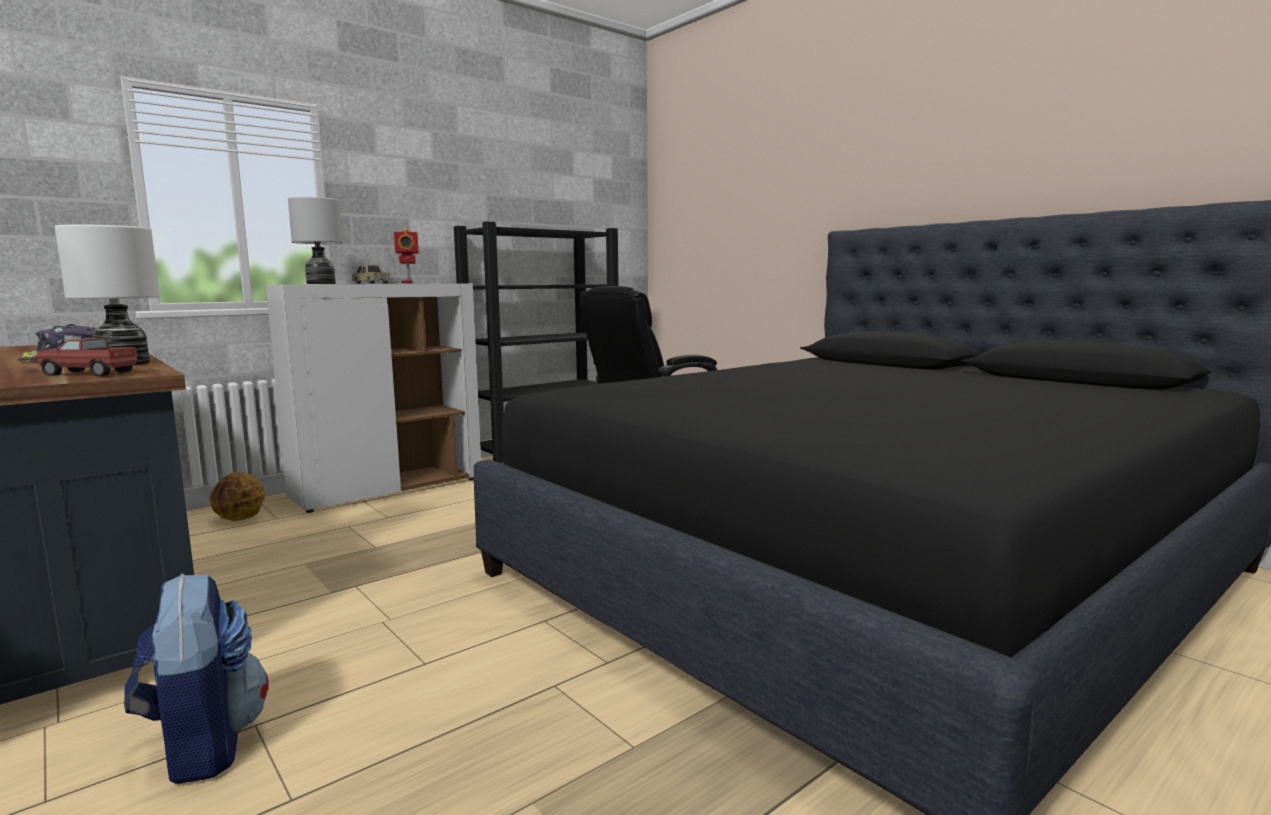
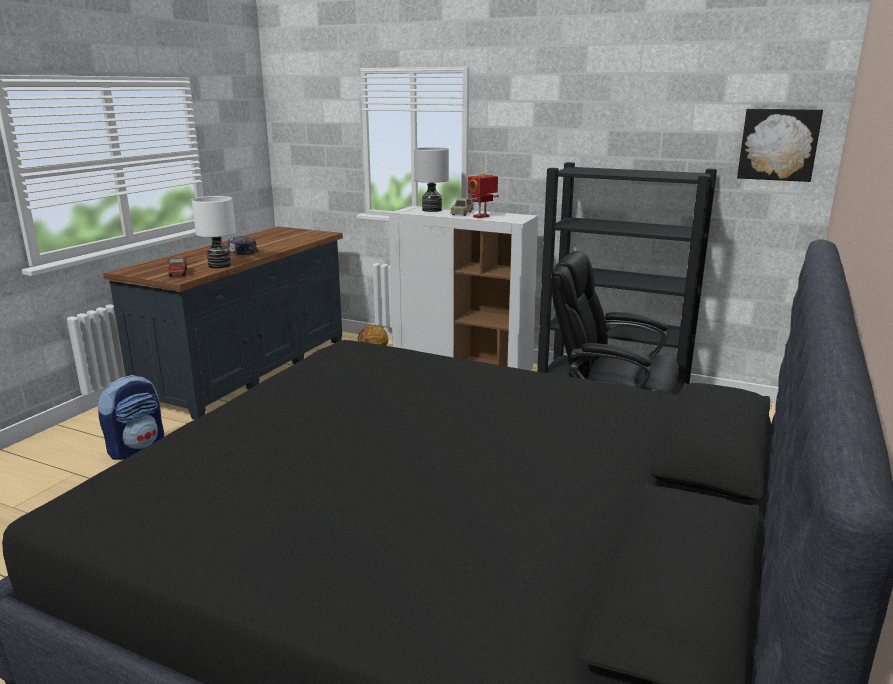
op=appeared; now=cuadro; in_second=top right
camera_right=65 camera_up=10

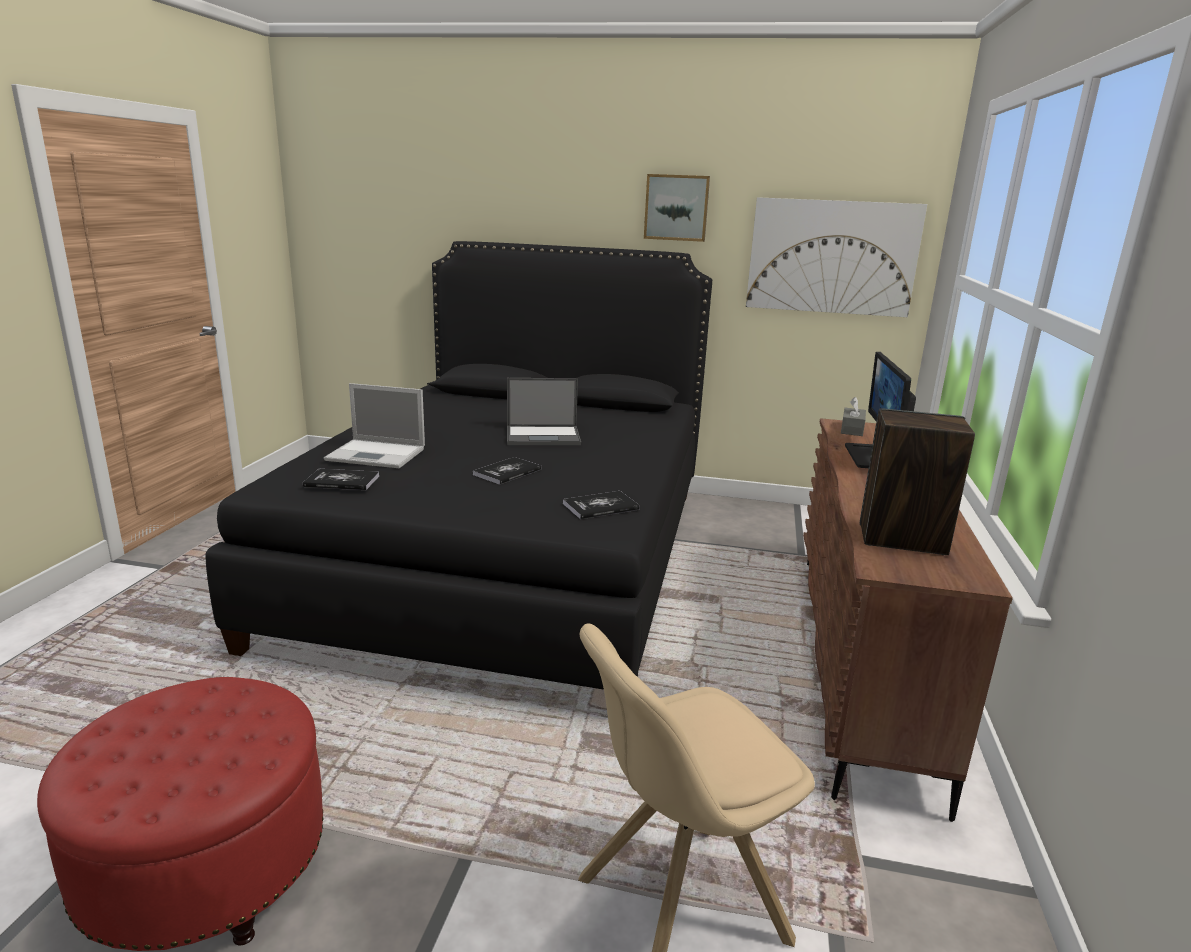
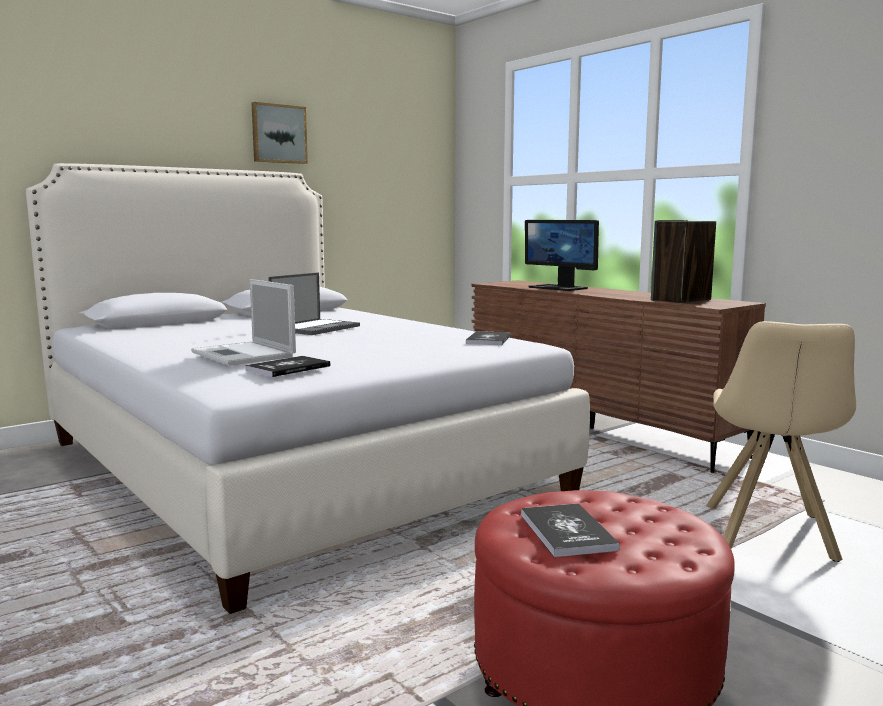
op=colour; was=cama [negro]; now=cama [blanco]; in_first=centre; in_second=centre
op=spun; was=portátil (no. 1 from left); in_first=middle left; in_second=middle left; clockwise=90
op=relocated; was=libro (no. 2 from left in the first image); now=libro (no. 3 from left); in_first=centre; in_second=bottom centre
op=missing; was=cuadro (no. 2 from left); in_first=top right
op=missing; was=caja de pañuelos [gris]; in_first=middle right
camera_right=-50 camera_up=-10

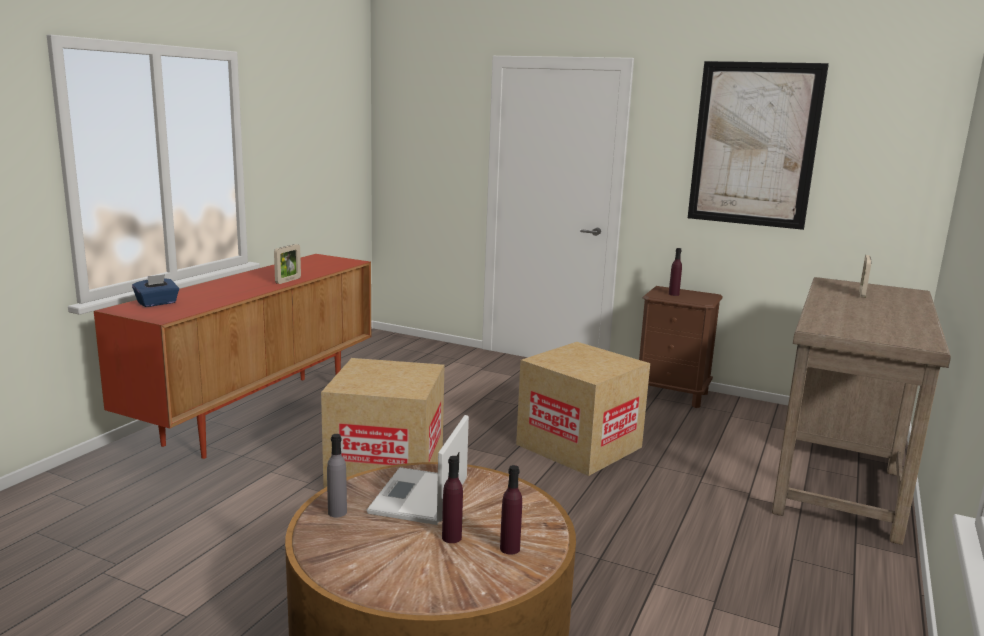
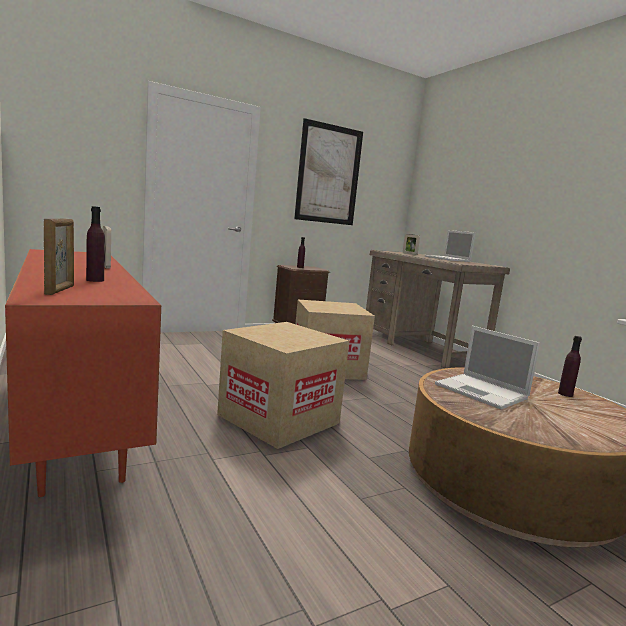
op=exchanged; was=caja de pañuelos [azul]; now=portarretratos (no. 1 from left); in_first=middle left; in_second=middle left
op=missing; was=botella [gris]; in_first=bottom centre
op=relocated; was=botella [morado] (no. 1 from left); in_first=bottom centre; in_second=middle left
op=appeared; now=portátil (no. 1 from left); in_second=middle right
camera_right=-55 camera_up=-5

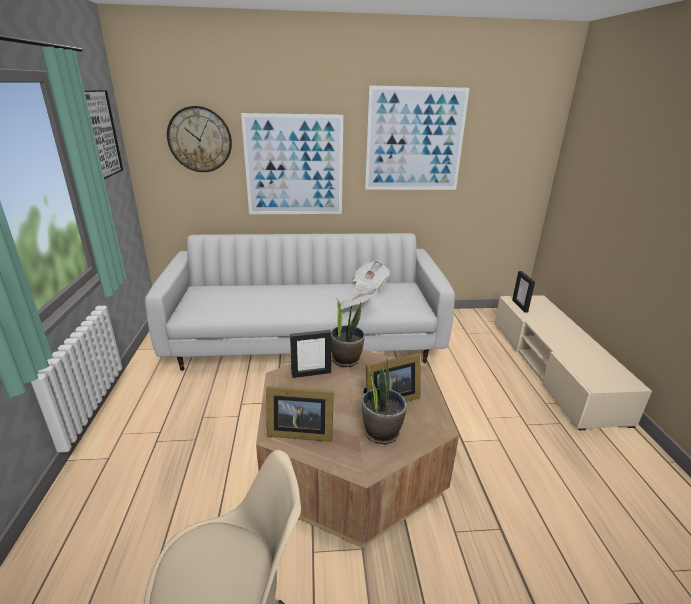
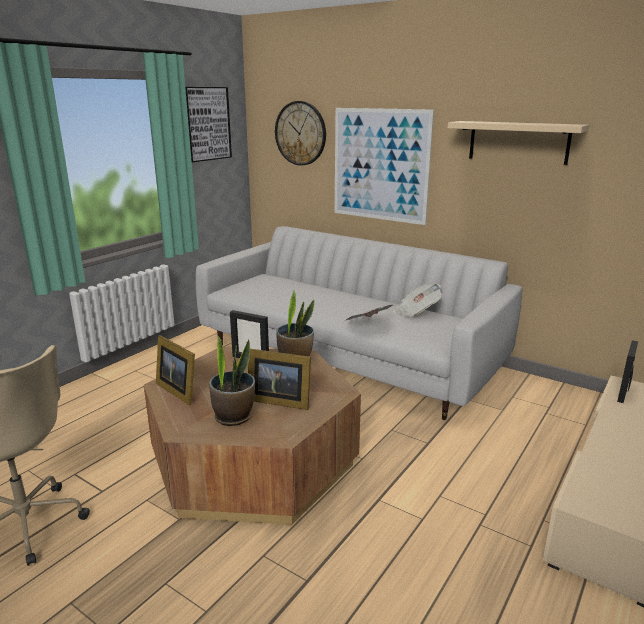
op=exchanged; was=cuadro (no. 3 from left); now=estante [beis]; in_first=top centre; in_second=top right
camera_right=40 camera_up=-5

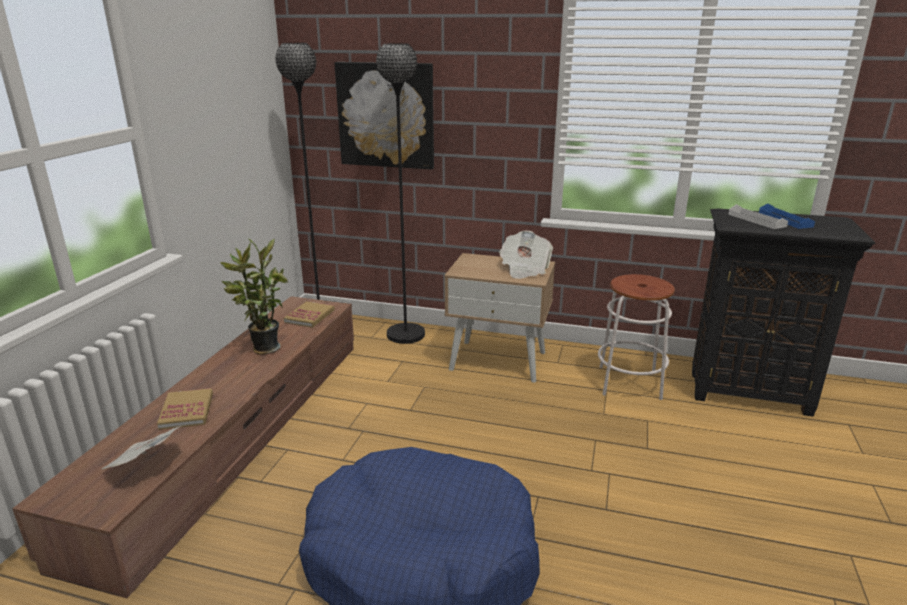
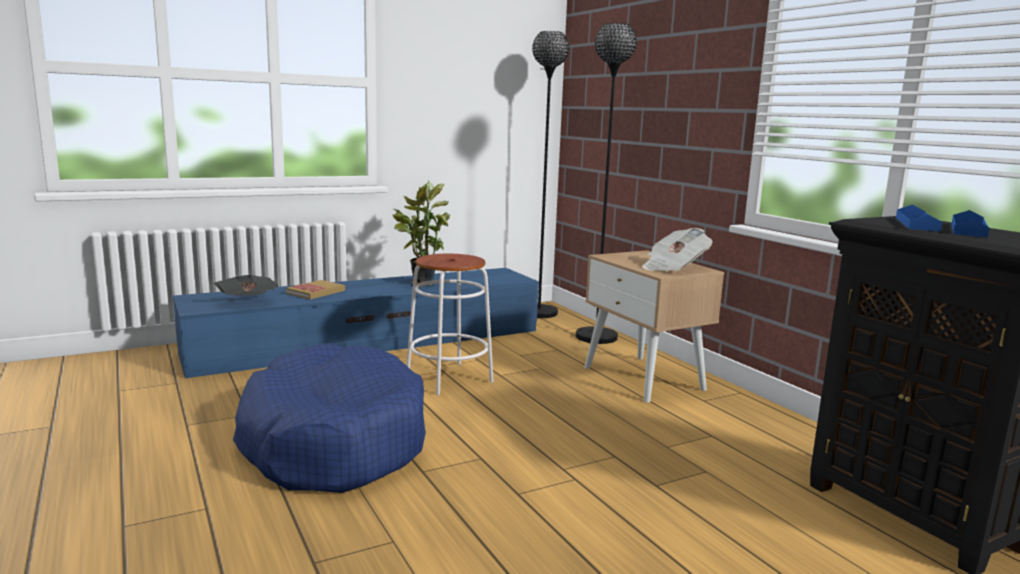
op=colour; was=mueble de televisión [marrón]; now=mueble de televisión [azul]; in_first=bottom left; in_second=centre
op=missing; was=libro (no. 2 from left); in_first=centre
op=missing; was=cuadro; in_first=top centre
op=relocated; was=taburete [blanco]; in_first=middle right; in_second=centre
op=colour; was=bandeja [blanco]; now=bandeja [azul] (no. 1 from left); in_first=middle right; in_second=middle right
camera_right=45 camera_up=-10

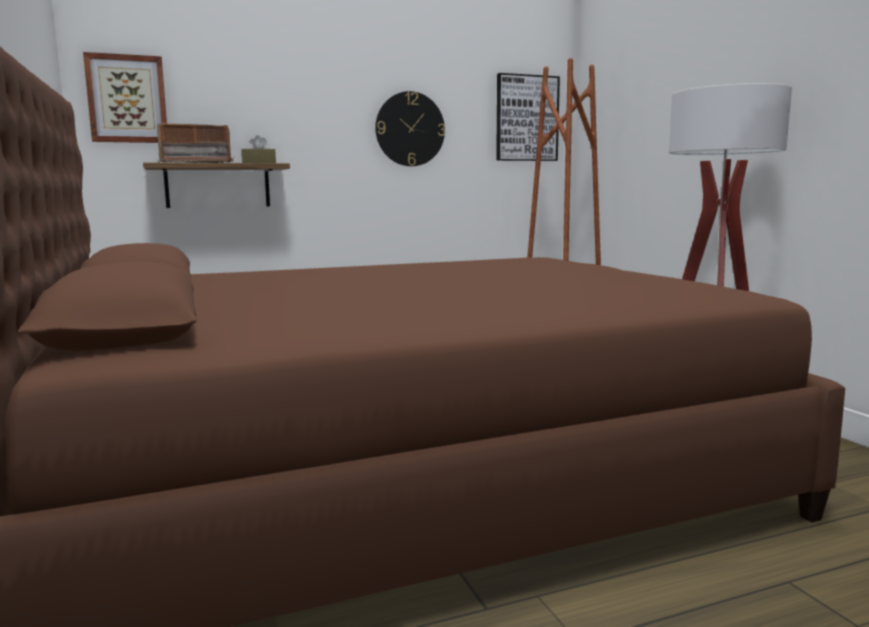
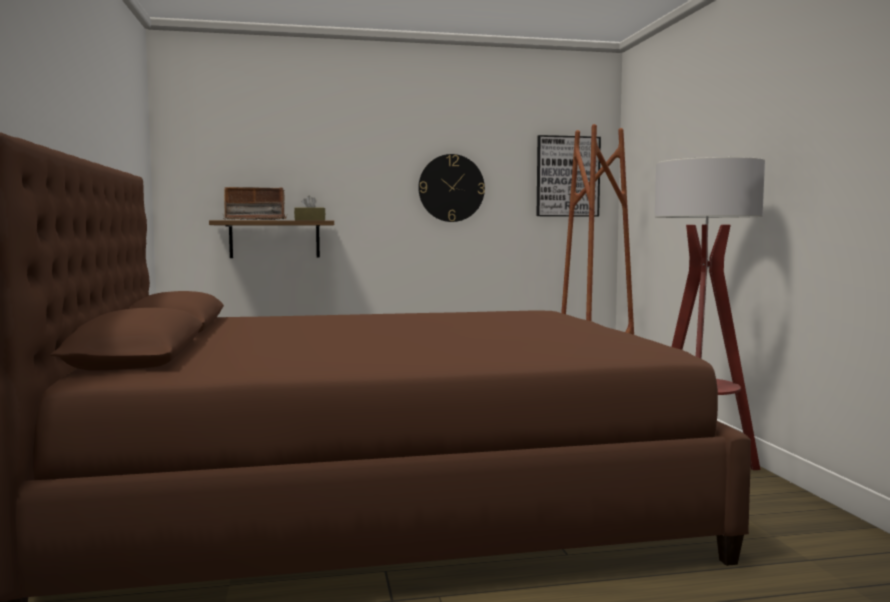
op=missing; was=cuadro (no. 1 from left); in_first=top left
camera_right=10 camera_up=-5

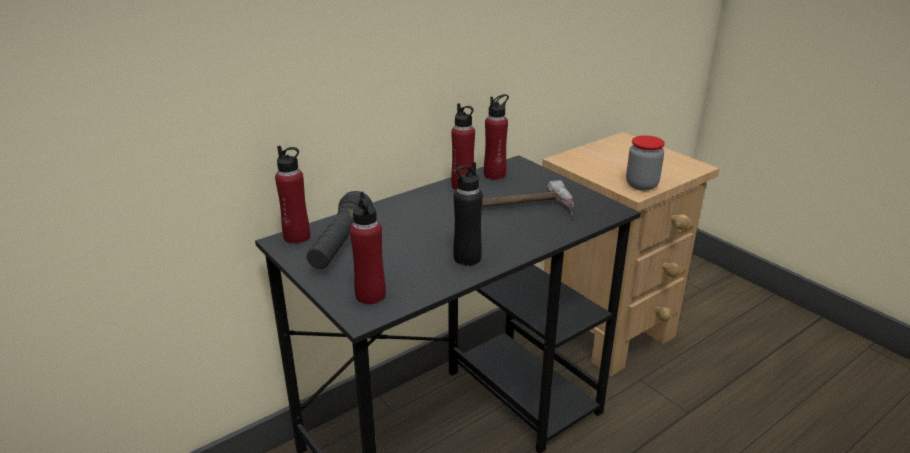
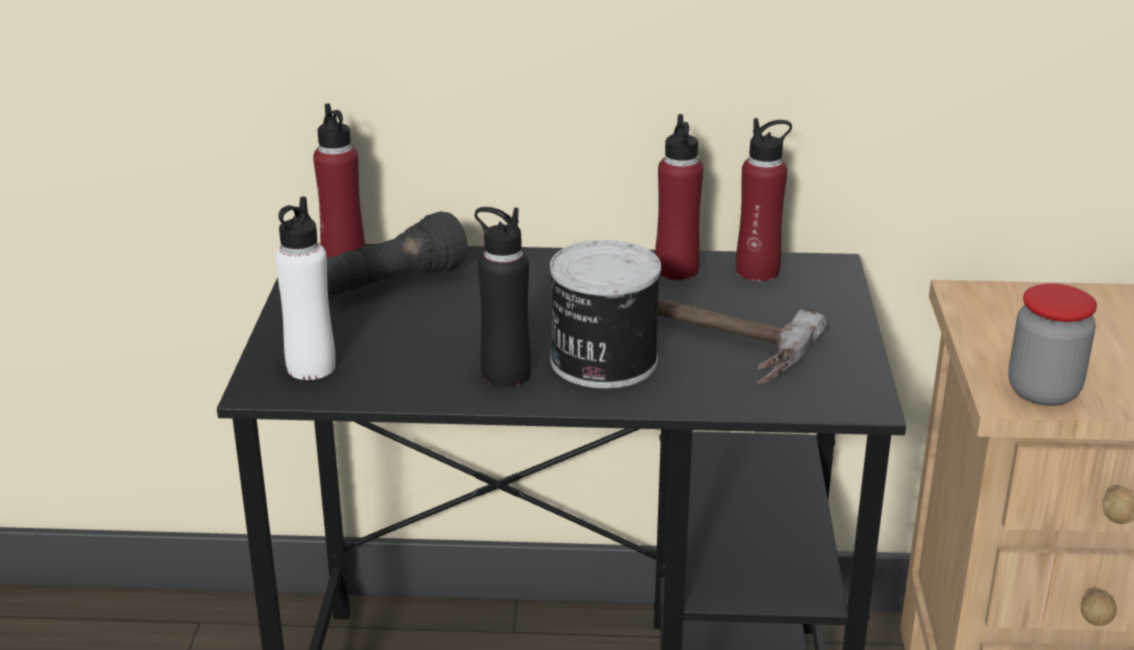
op=colour; was=botella [rojo] (no. 2 from left); now=botella [blanco]; in_first=centre; in_second=middle left
op=appeared; now=lata; in_second=centre
camera_right=40 camera_up=0

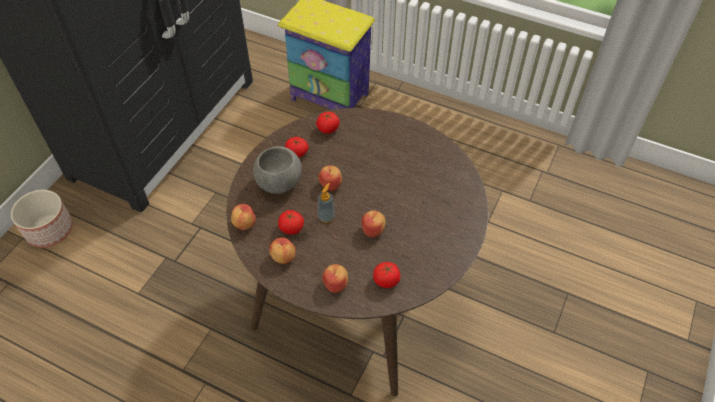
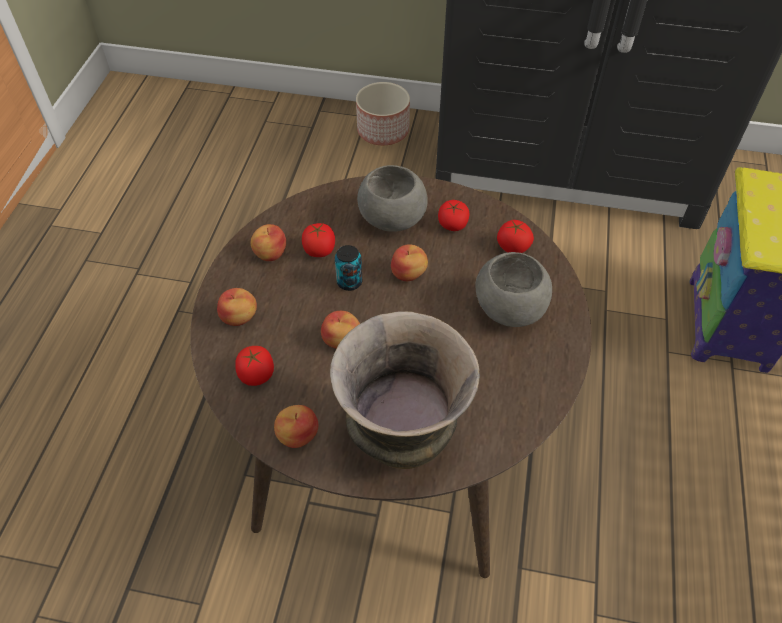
op=relocated; was=manzana (no. 1 from left in the first image); now=manzana (no. 3 from left); in_first=centre; in_second=bottom centre
op=exchanged; was=dispensador de jabón; now=lata; in_first=centre; in_second=centre
op=appeared; now=florero; in_second=centre
op=appeared; now=cuenco [gris] (no. 2 from left); in_second=centre
camera_right=75 camera_up=0

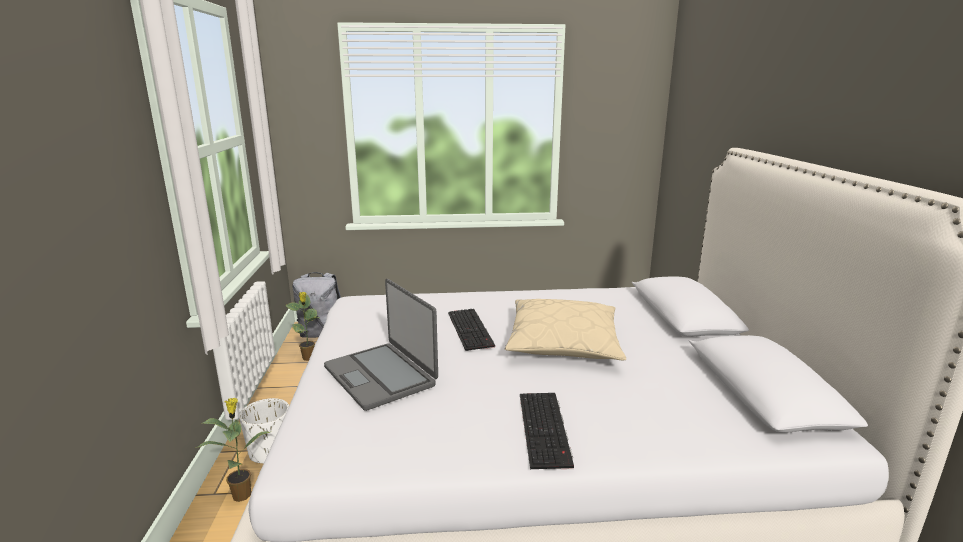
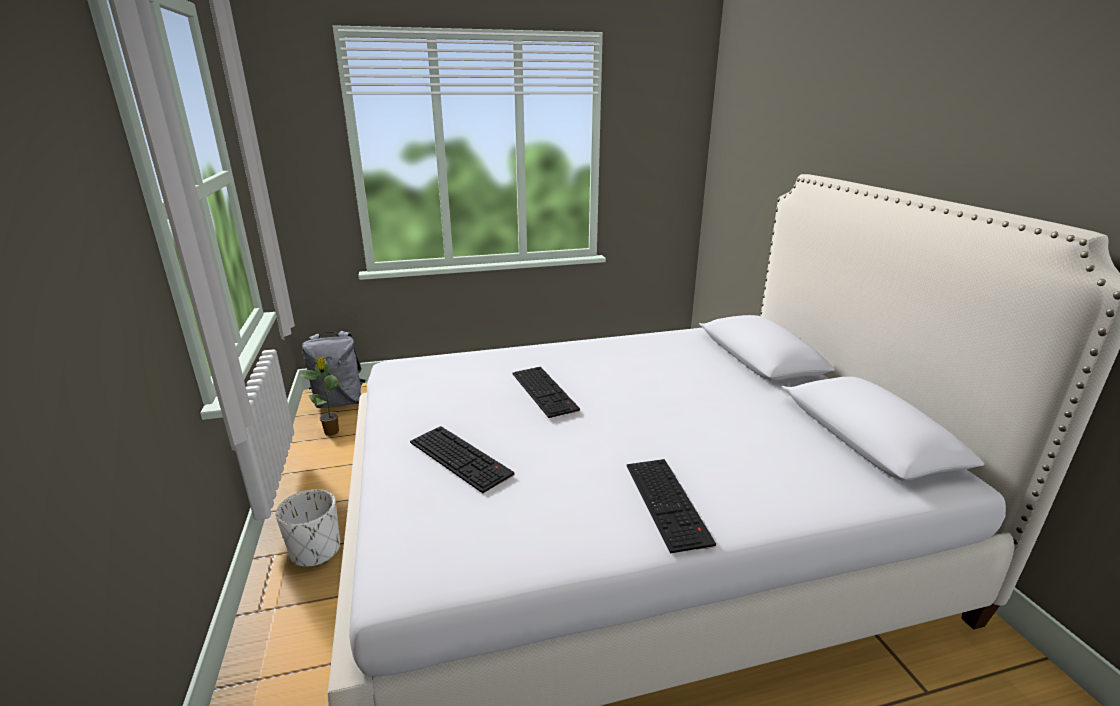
op=missing; was=planta en maceta (no. 1 from left); in_first=bottom left
op=exchanged; was=portátil; now=teclado (no. 1 from left); in_first=centre; in_second=centre
op=missing; was=cojín [beis]; in_first=centre
camera_right=-10 camera_up=5

